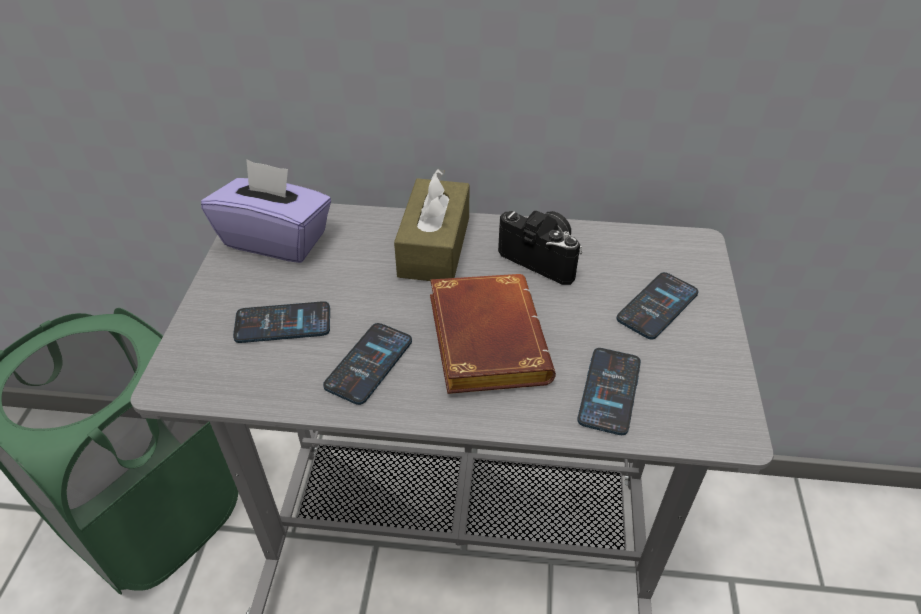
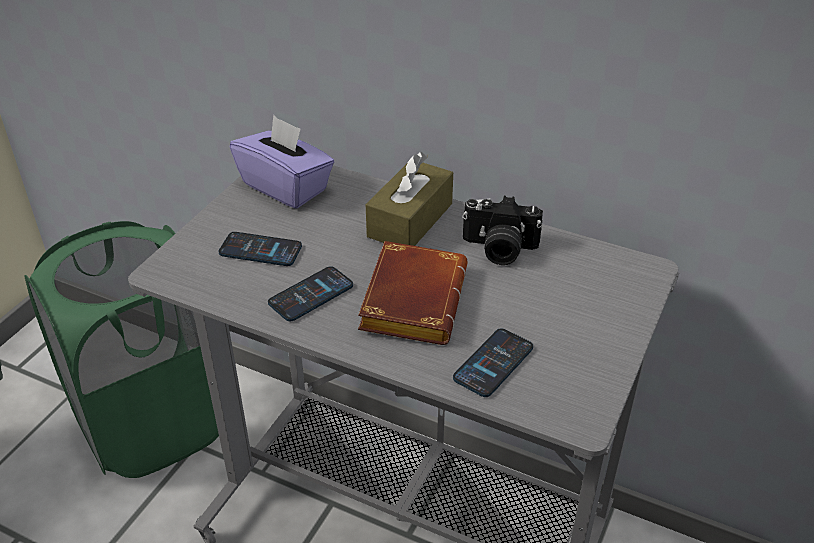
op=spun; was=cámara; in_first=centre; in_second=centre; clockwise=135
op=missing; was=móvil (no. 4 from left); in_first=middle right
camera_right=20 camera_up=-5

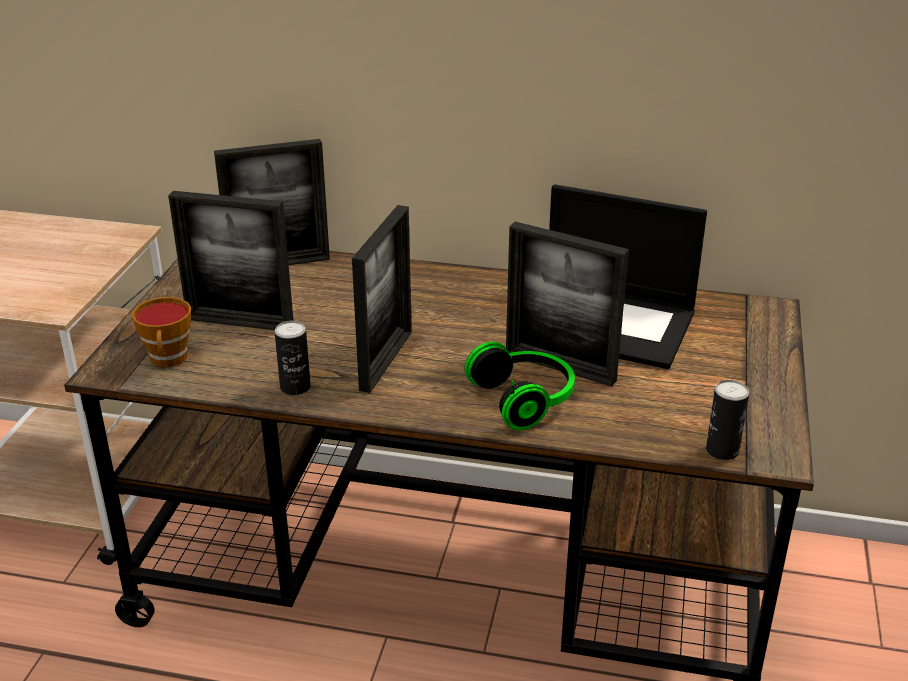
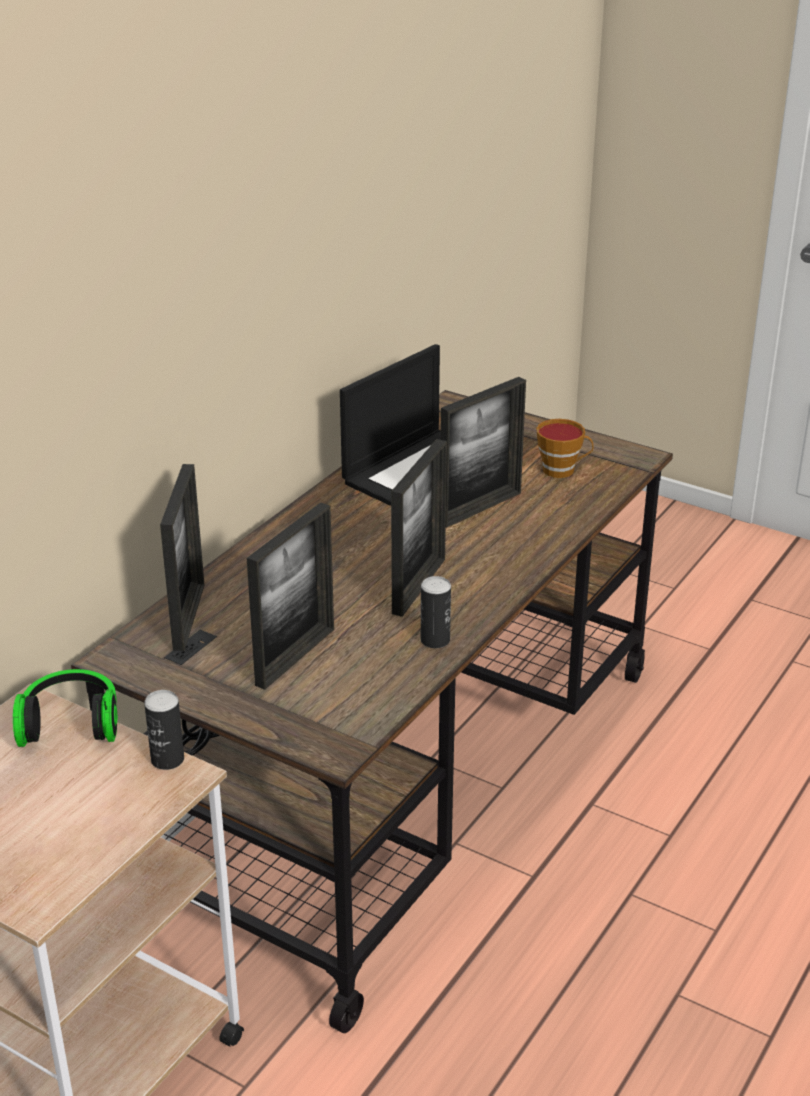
op=relocated; was=taza; in_first=middle left; in_second=middle right
op=spun; was=portarretratos (no. 3 from left); in_first=centre; in_second=centre; clockwise=75
op=relocated; was=auriculares; in_first=centre; in_second=middle left
op=relocated; was=lata (no. 2 from left in the first image); now=lata (no. 1 from left); in_first=middle right; in_second=middle left
camera_right=-70 camera_up=0

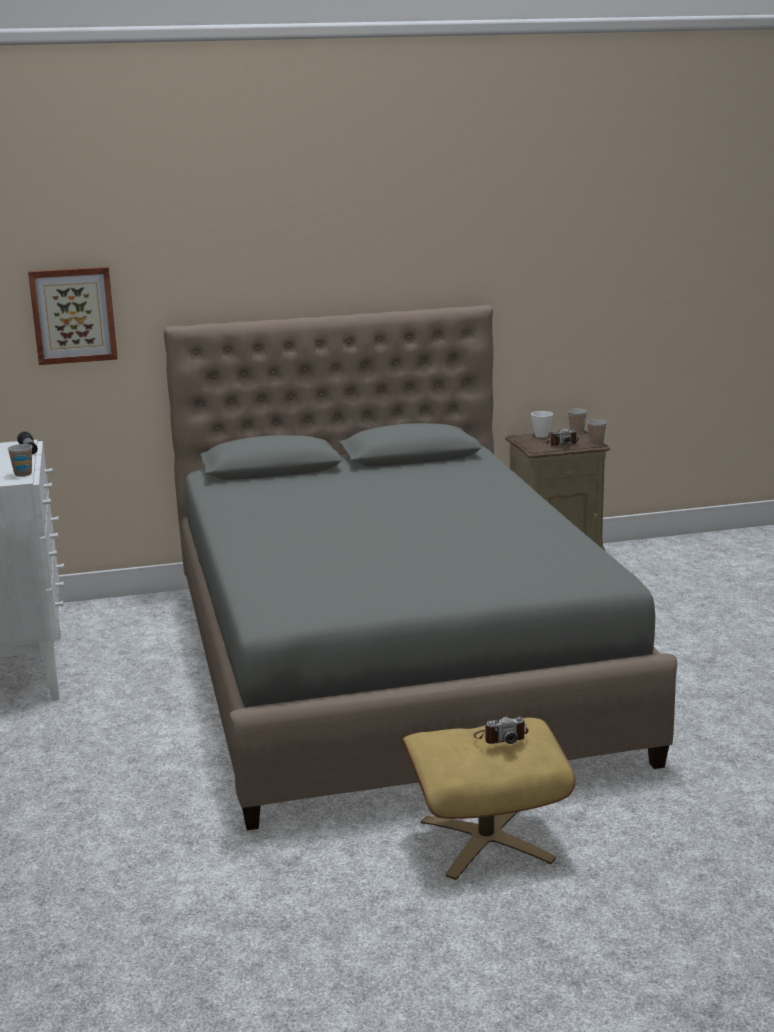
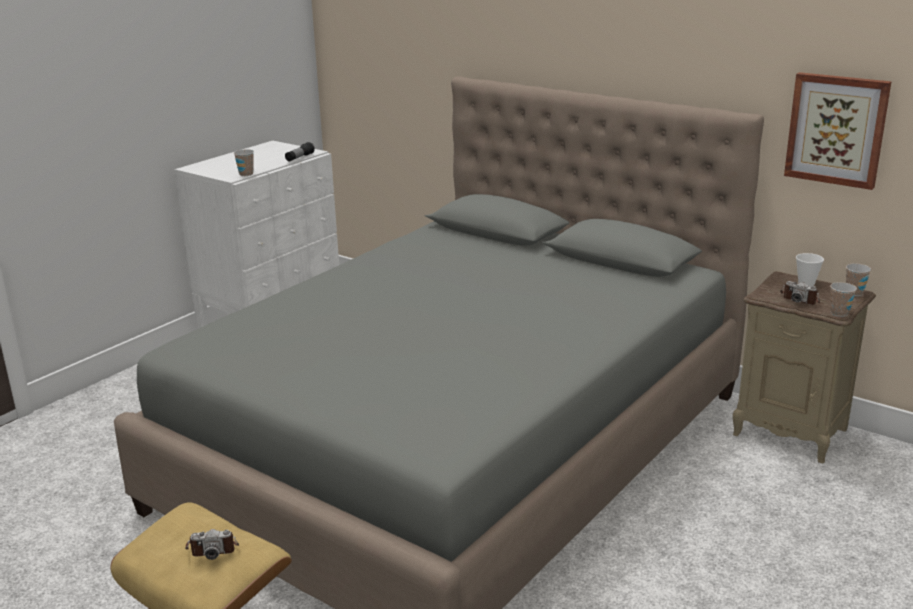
op=relocated; was=cuadro; in_first=top left; in_second=top right
op=spun; was=cámara (no. 1 from left); in_first=bottom centre; in_second=bottom left; clockwise=-45
camera_right=50 camera_up=5

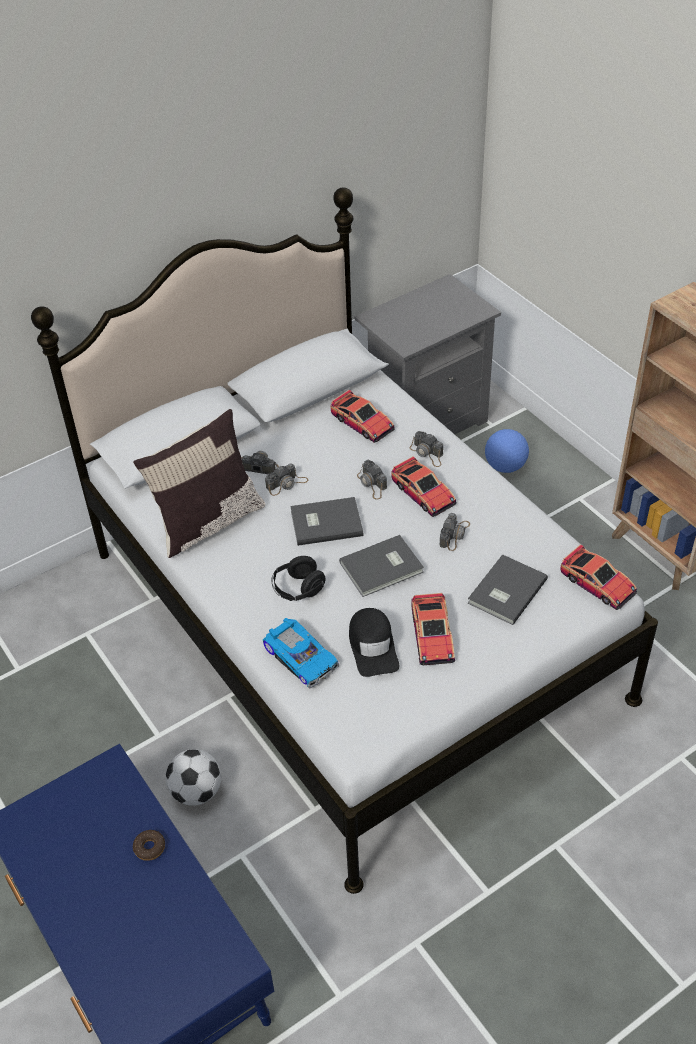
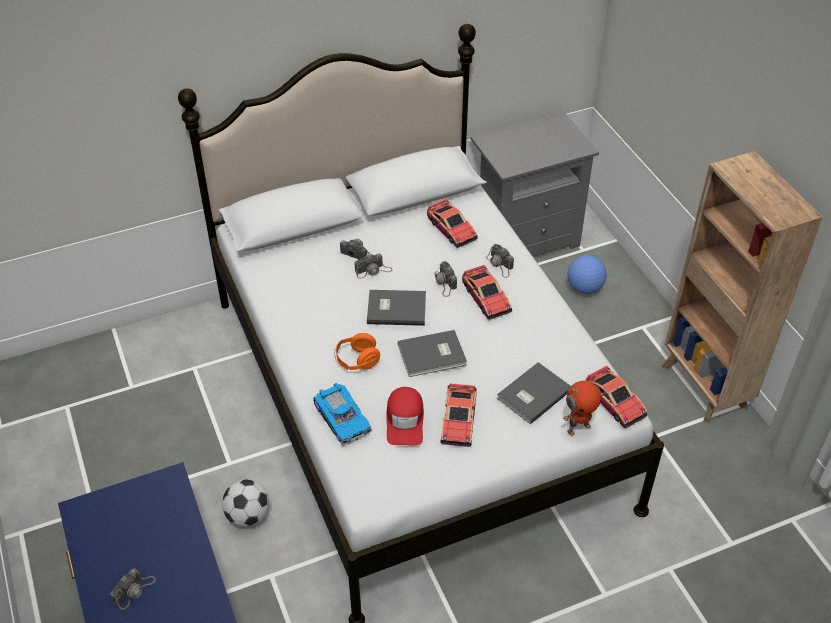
op=missing; was=cojín; in_first=middle left
op=missing; was=rosquilla; in_first=bottom left
op=colour; was=auriculares [negro]; now=auriculares [naranja]; in_first=centre; in_second=centre
op=colour; was=gorra [negro]; now=gorra [rojo]; in_first=centre; in_second=bottom centre
op=relocated; was=cámara (no. 5 from left in the first image); now=cámara (no. 1 from left); in_first=centre; in_second=bottom left
op=appeared; now=robot de juguete; in_second=middle right
camera_right=10 camera_up=0

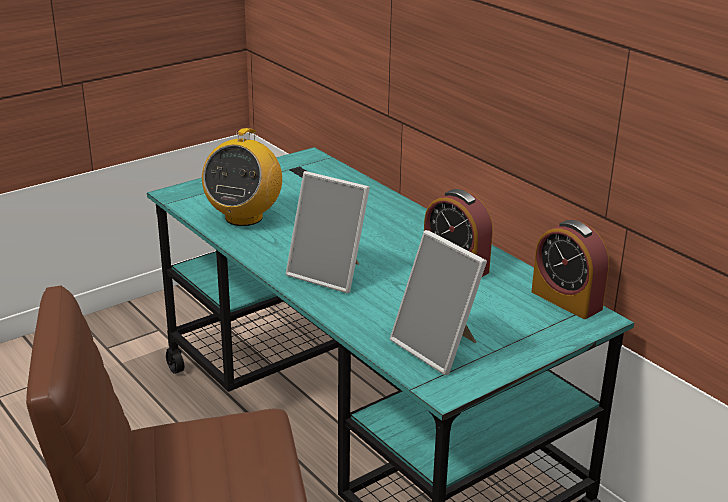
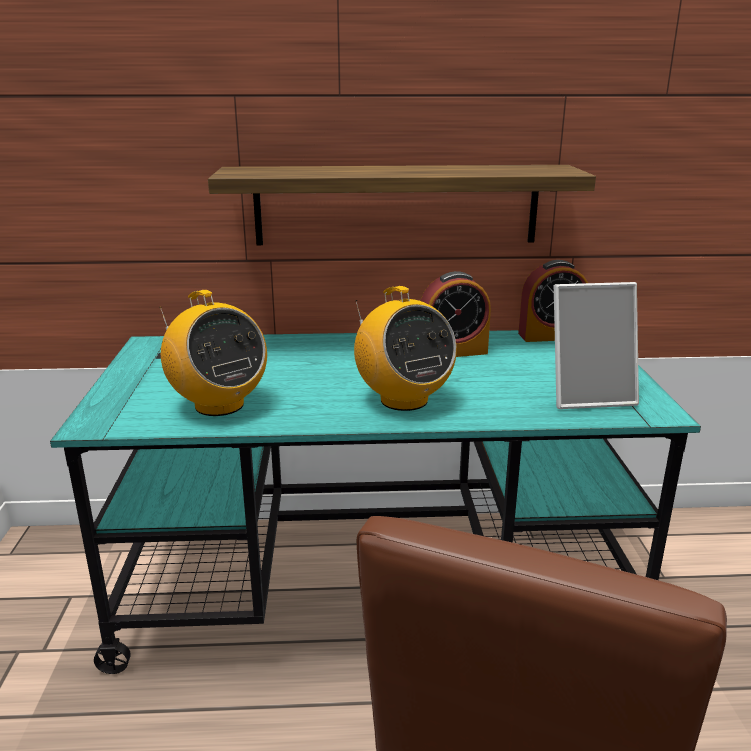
op=exchanged; was=portarretratos (no. 1 from left); now=radio (no. 2 from left); in_first=centre; in_second=centre
op=appeared; now=estante; in_second=top centre
camera_right=-55 camera_up=-5

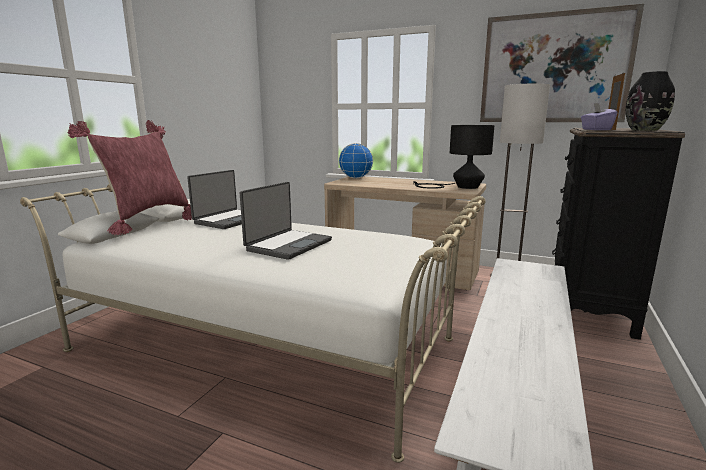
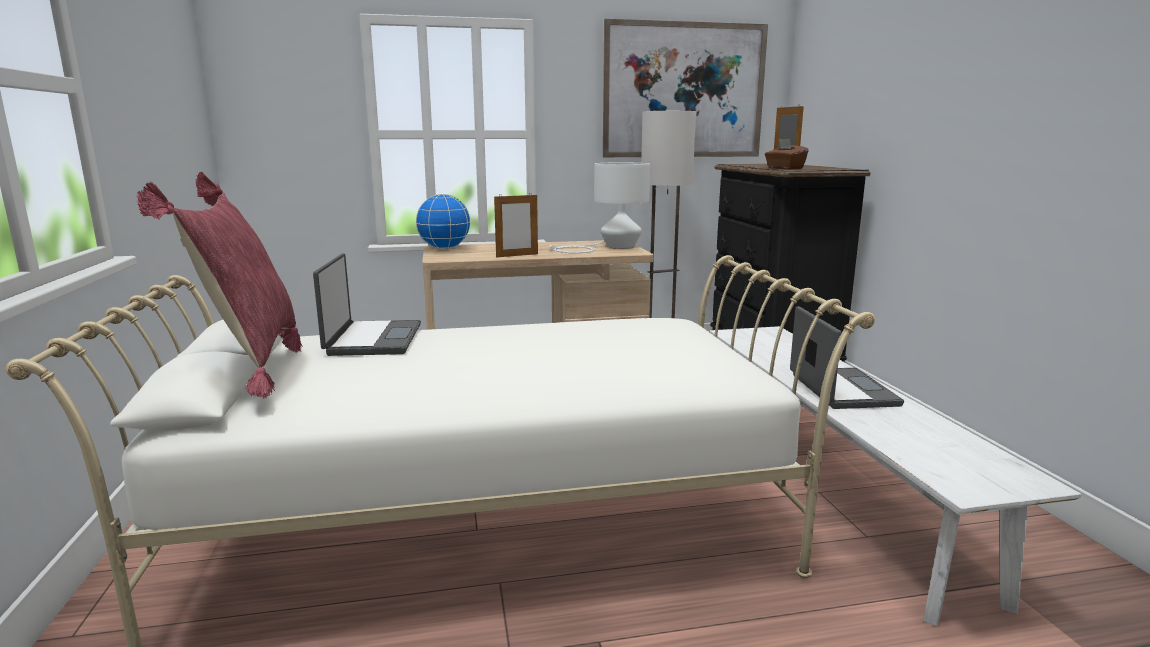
op=relocated; was=portátil (no. 2 from left); in_first=centre; in_second=middle right
op=colour; was=lámpara de mesa [negro]; now=lámpara de mesa [blanco]; in_first=centre; in_second=top centre
op=colour; was=caja de pañuelos [morado]; now=caja de pañuelos [marrón]; in_first=top right; in_second=top right
op=missing; was=florero [negro]; in_first=top right
op=appeared; now=portarretratos (no. 1 from left); in_second=centre
camera_right=-35 camera_up=0

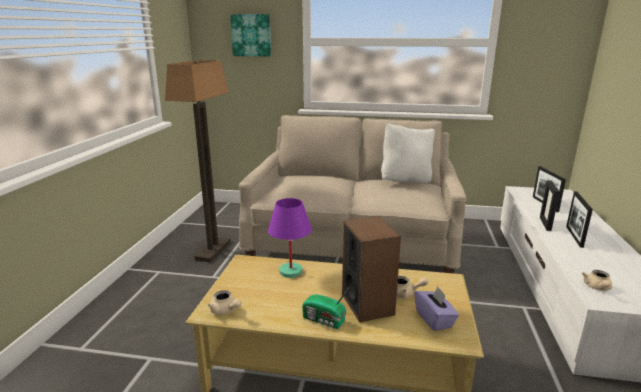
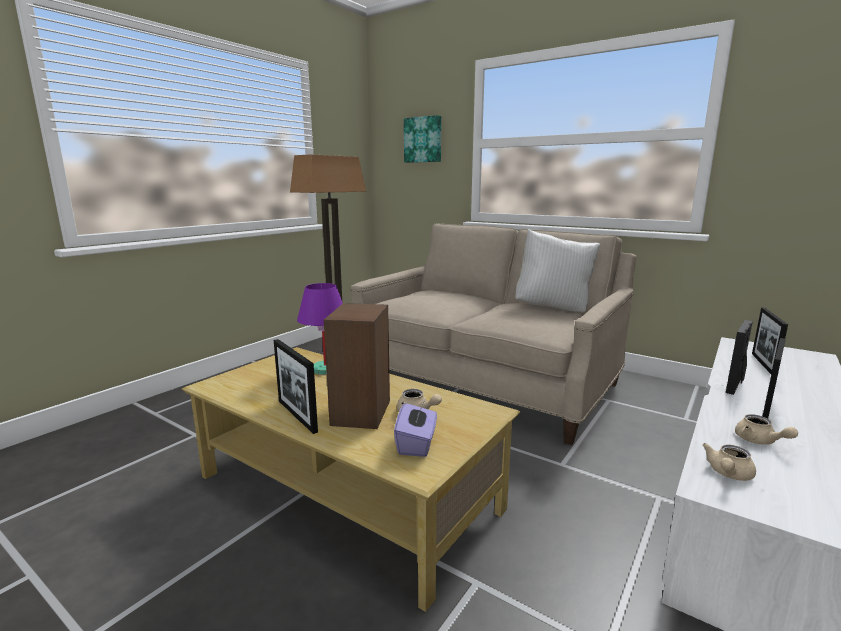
op=relocated; was=tetera [beis] (no. 1 from left in the first image); now=tetera [beis] (no. 3 from left); in_first=bottom centre; in_second=bottom right
op=exchanged; was=radio; now=portarretratos (no. 1 from left); in_first=bottom centre; in_second=centre
camera_right=25 camera_up=-5

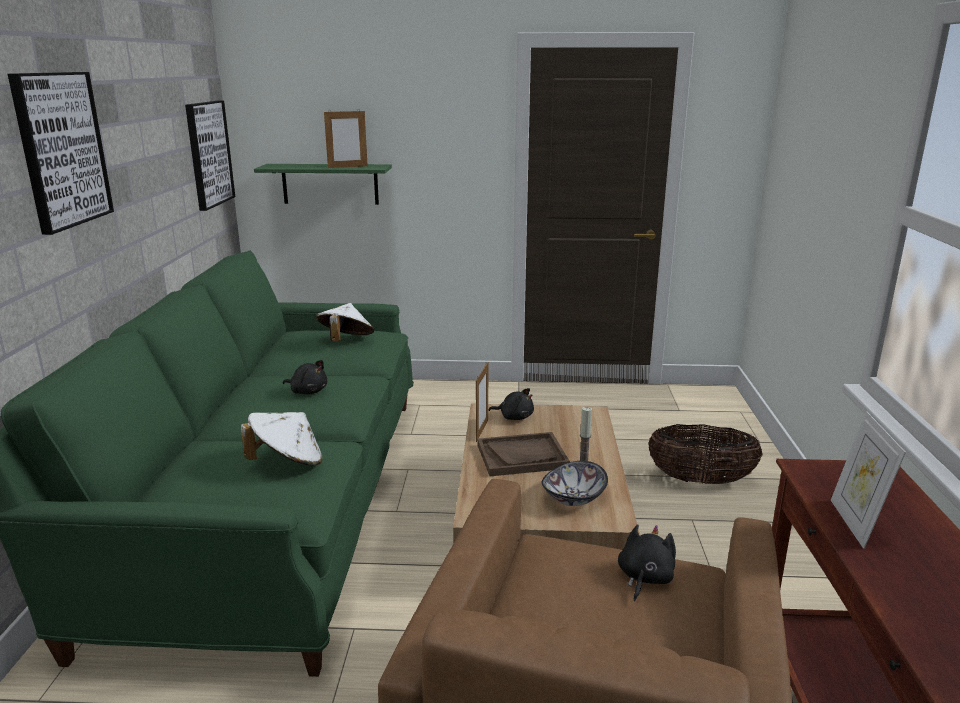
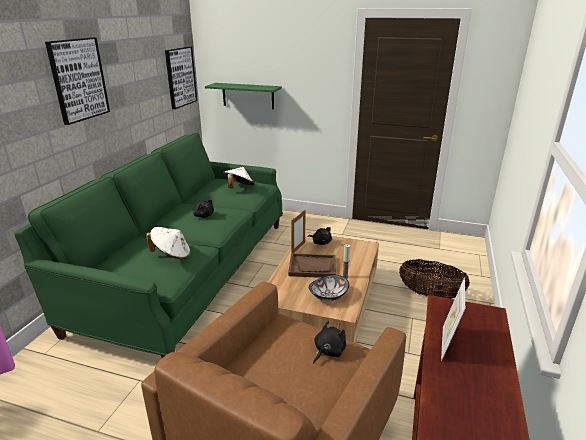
op=missing; was=portarretratos (no. 1 from left); in_first=top centre
camera_right=15 camera_up=5

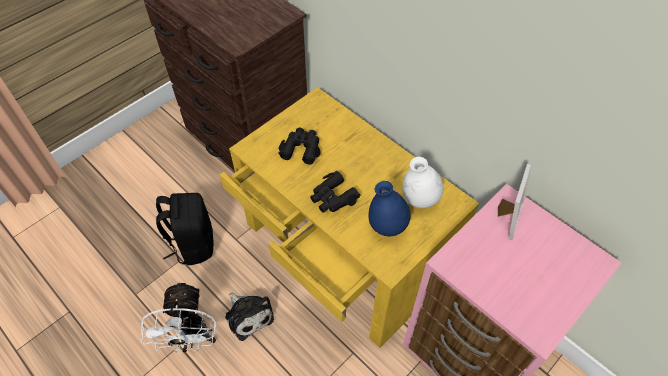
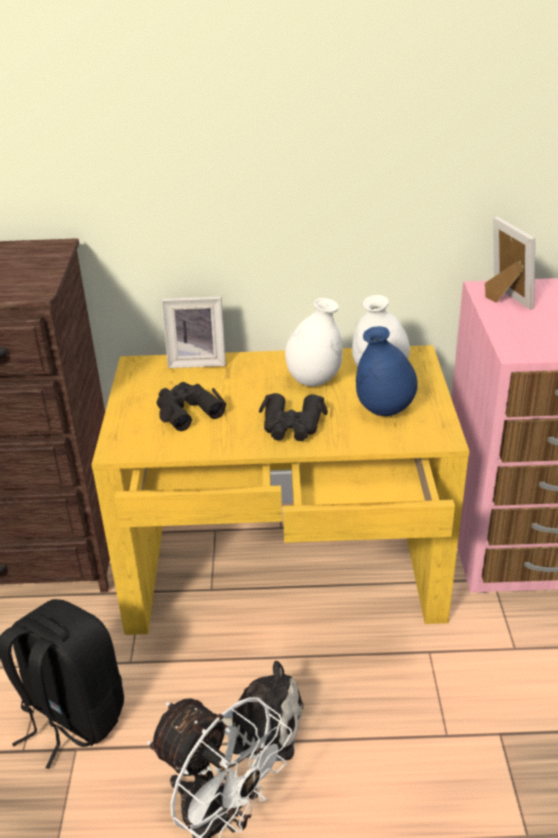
op=appeared; now=portarretratos (no. 1 from left); in_second=centre
op=appeared; now=florero [blanco] (no. 1 from left); in_second=centre
camera_right=-45 camera_up=-20

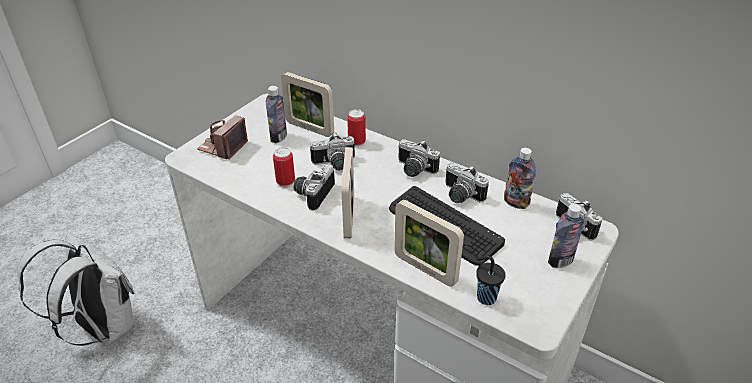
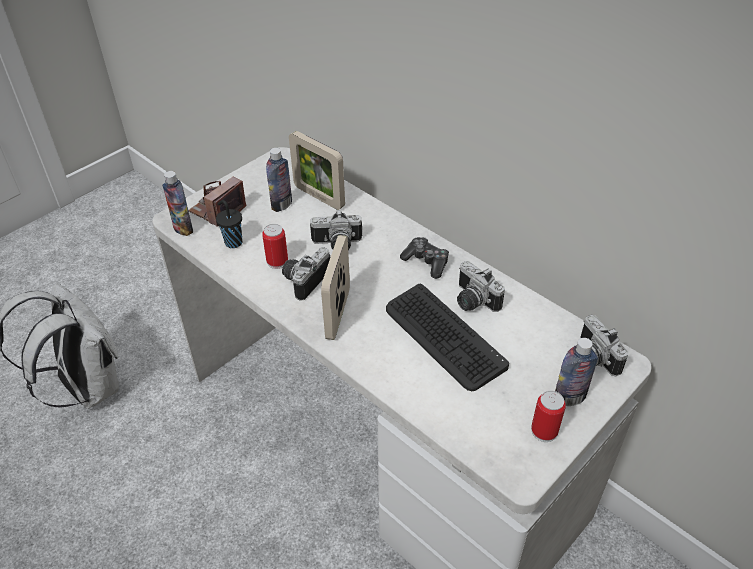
op=relocated; was=lata (no. 2 from left); in_first=centre; in_second=bottom right
op=missing; was=portarretratos (no. 3 from left); in_first=centre
op=exchanged; was=cámara (no. 4 from left); now=mando de consola; in_first=centre; in_second=centre
op=relocated; was=taza [negro]; in_first=bottom centre; in_second=middle left
op=relocated; was=botella (no. 2 from left in the first image); now=botella (no. 1 from left); in_first=middle right; in_second=middle left
camera_right=10 camera_up=5

